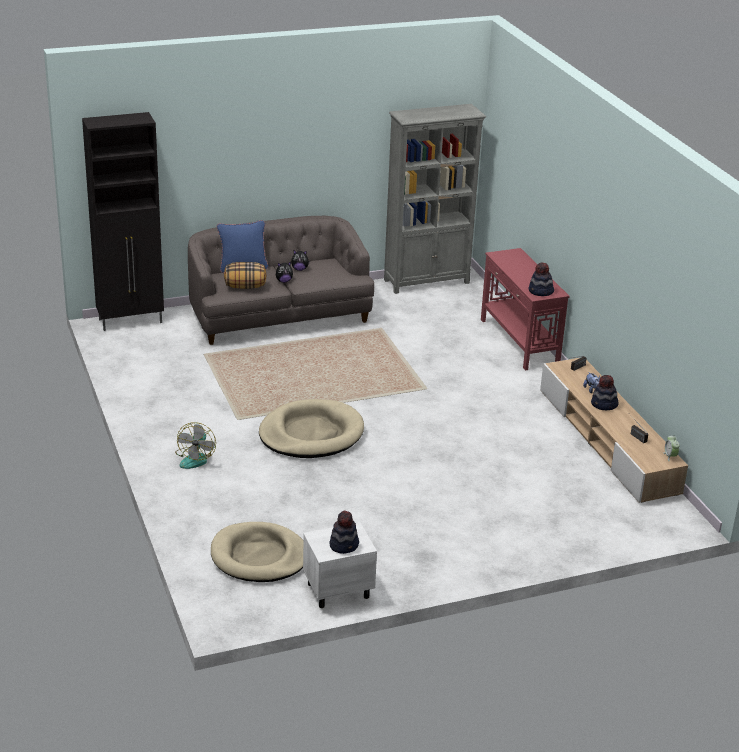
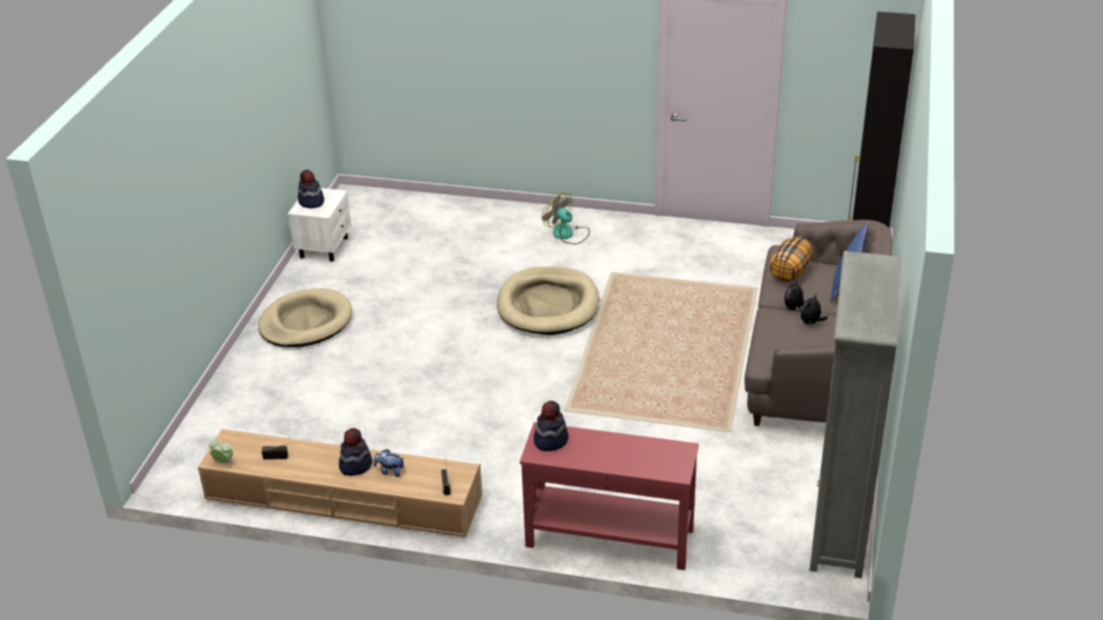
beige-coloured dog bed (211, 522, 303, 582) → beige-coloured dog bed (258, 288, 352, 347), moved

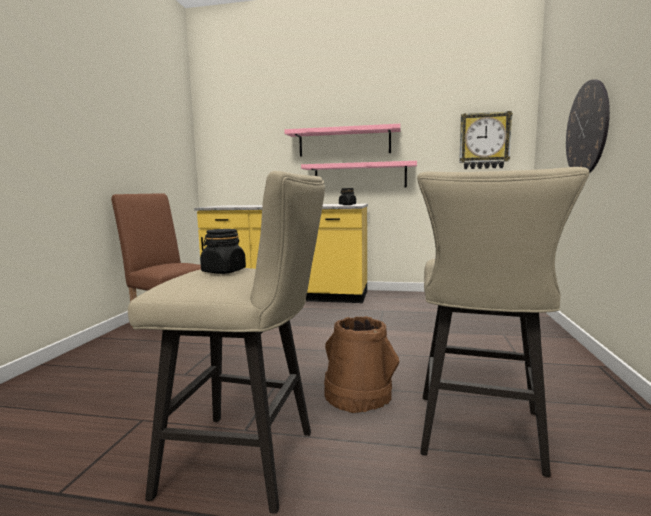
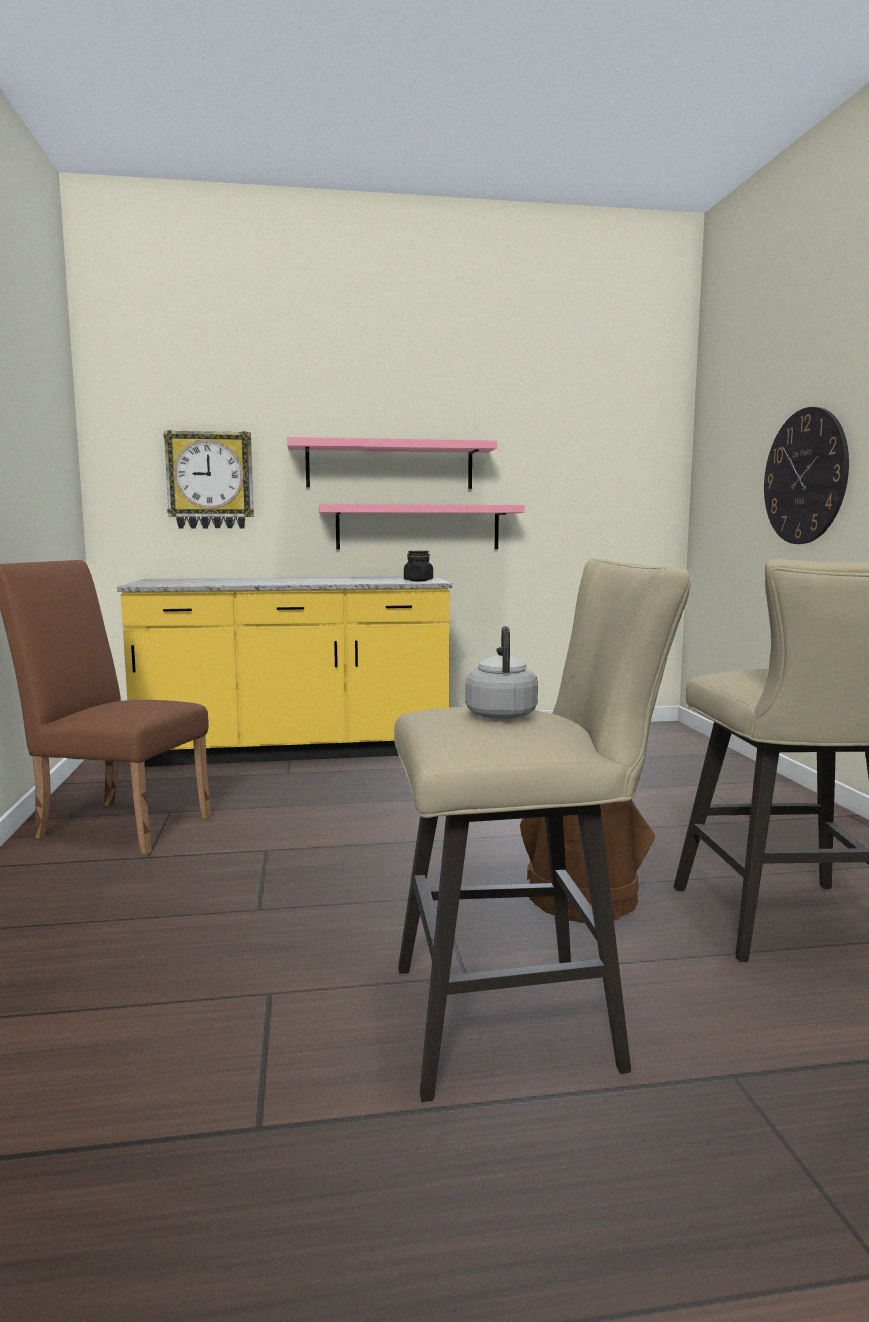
blackish preserve jar (200, 229, 246, 274) → greyish kettle (465, 626, 538, 720)
clock on the wall (459, 111, 513, 169) → clock on the wall (163, 430, 254, 528), moved

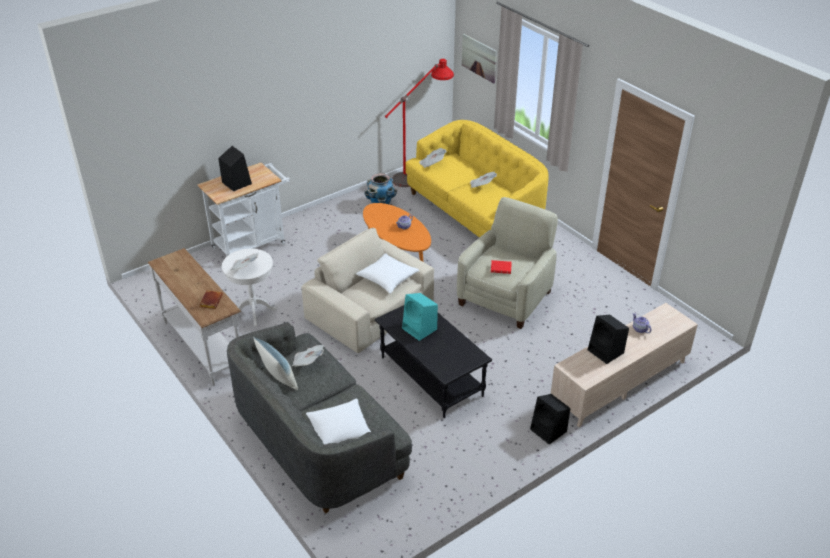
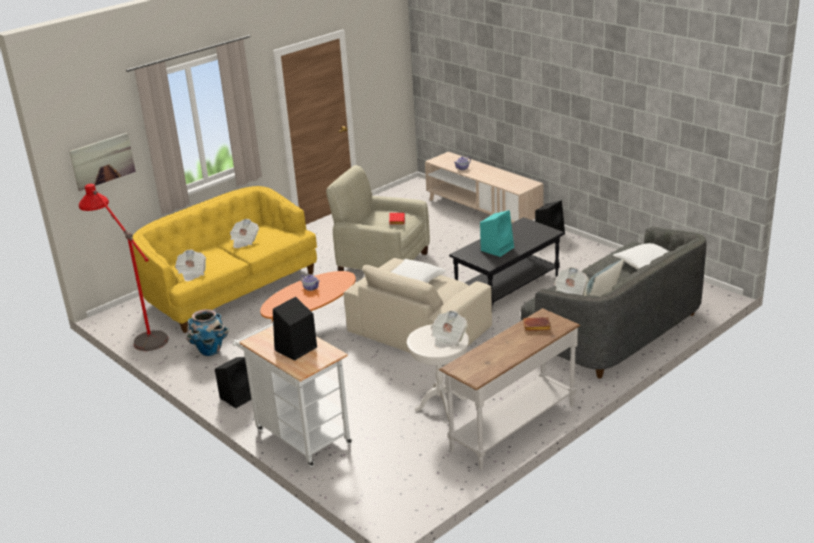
blackish audio speaker (588, 315, 629, 364) → blackish audio speaker (215, 357, 252, 408), moved

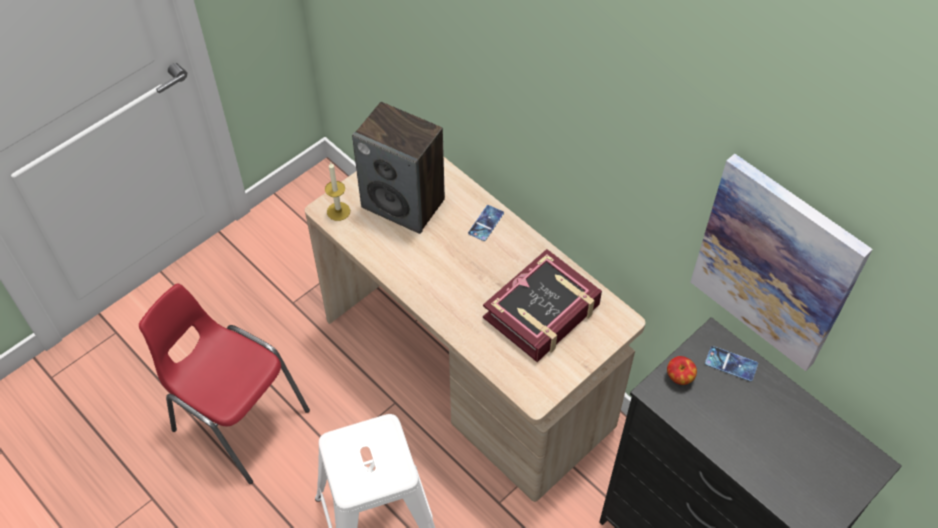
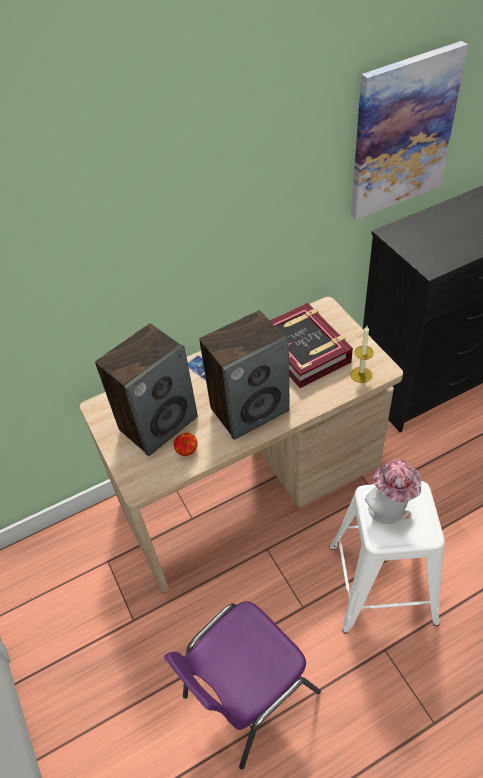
red-coloured upright chair (139, 283, 310, 484) → purple upright chair (164, 601, 321, 769)
wax candle (325, 163, 350, 221) → wax candle (350, 326, 374, 383), moved
whole apple (667, 356, 697, 385) → whole apple (174, 433, 198, 456), moved
phone (705, 346, 758, 381) → -
- → audio speaker (199, 310, 290, 440)
- → wearable hat (365, 459, 421, 524)

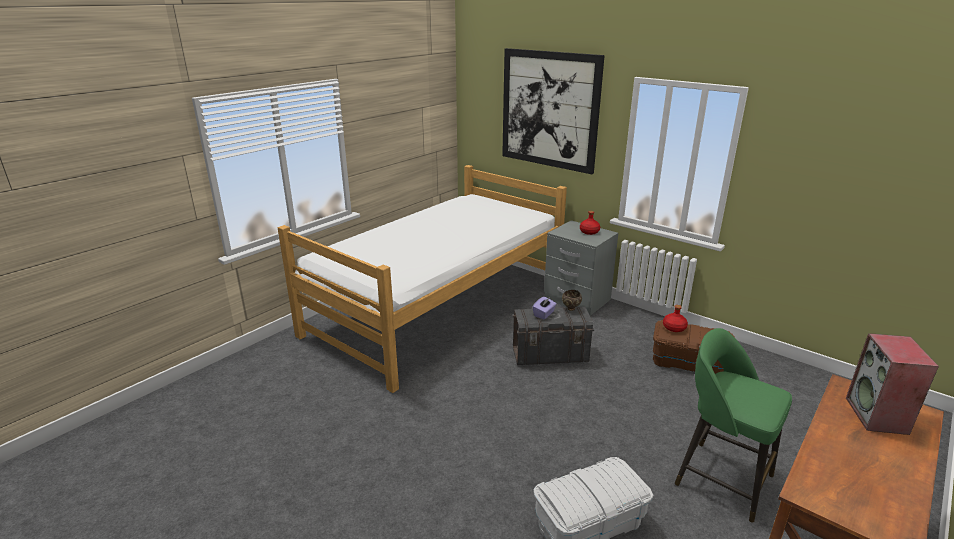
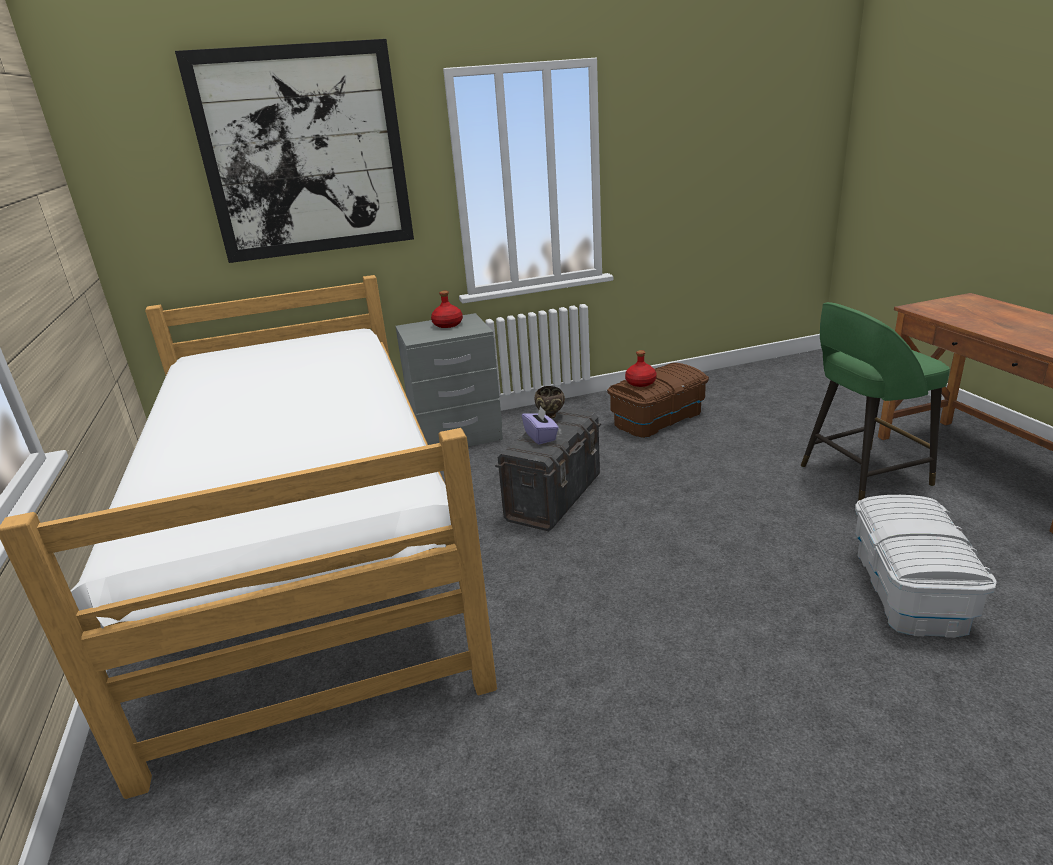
audio speaker (846, 333, 939, 435) → -

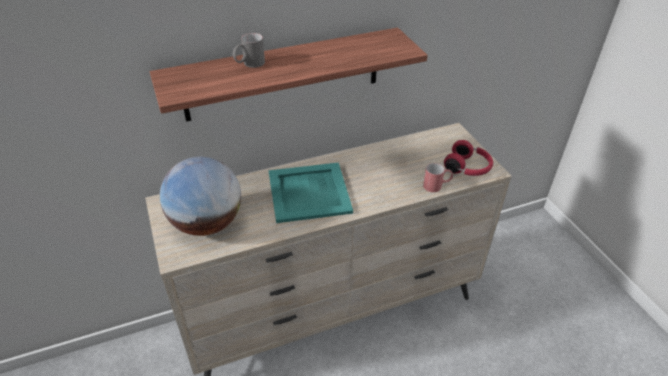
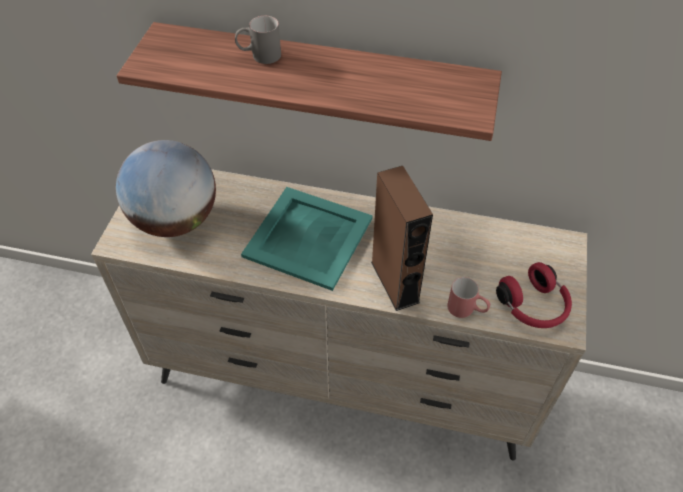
- → brown audio speaker (371, 166, 433, 311)

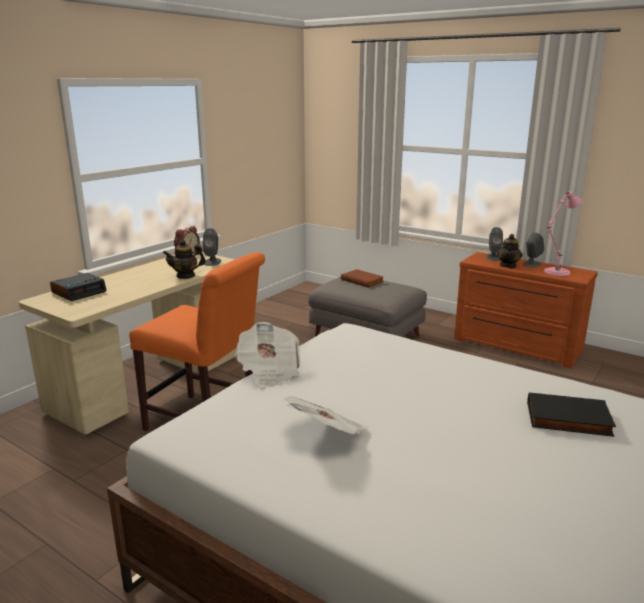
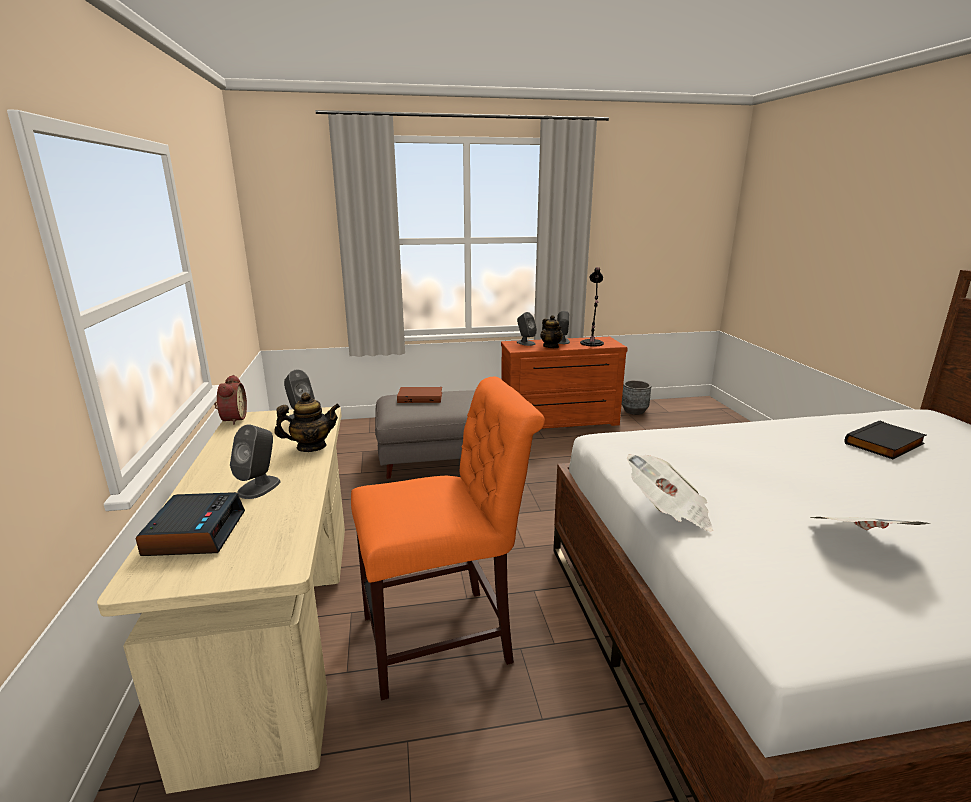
pot for tea (163, 240, 206, 279) → pot for tea (275, 392, 340, 452), 135 degrees counterclockwise
pinkish lamp for a table (544, 191, 581, 276) → blackish lamp for a table (580, 267, 604, 347)
- → greyish audio speaker (230, 424, 280, 499)
- → greyish planter (622, 380, 651, 415)

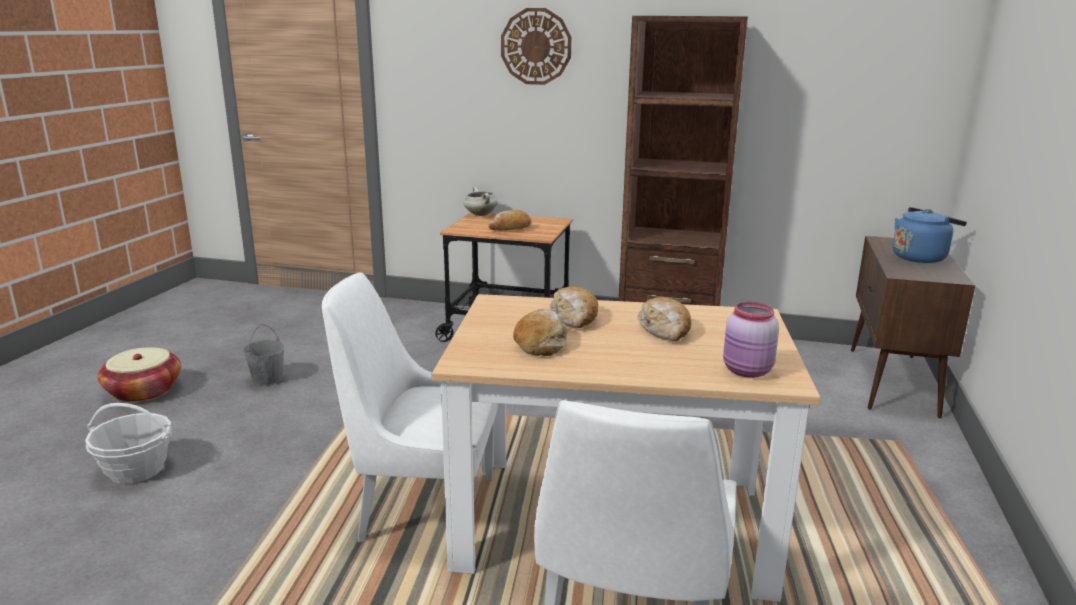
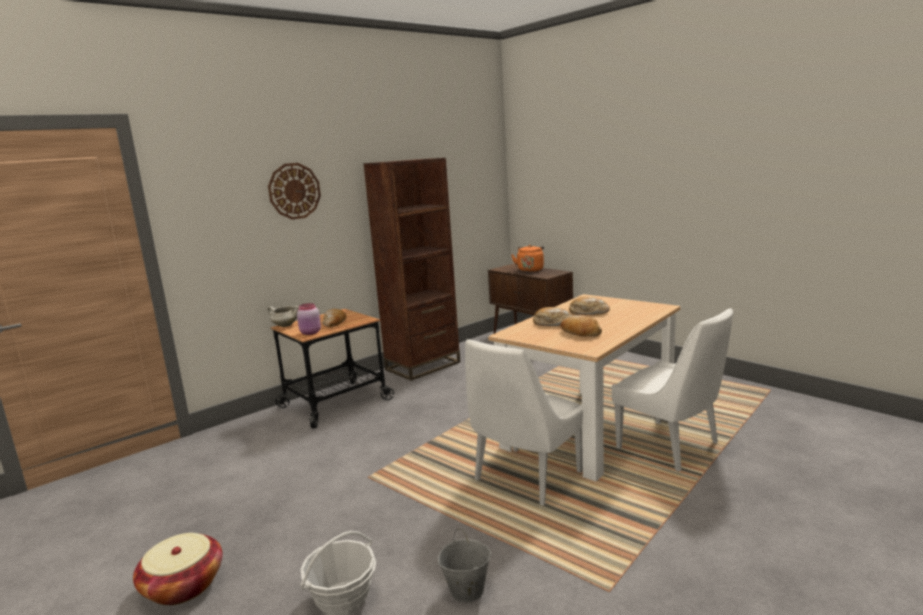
greyish water bucket (242, 324, 285, 386) → greyish water bucket (438, 529, 491, 603), moved
pinkish preserve jar (723, 302, 779, 378) → pinkish preserve jar (297, 303, 321, 335), moved
bluish kettle (893, 207, 967, 263) → orangey kettle (511, 245, 544, 272)

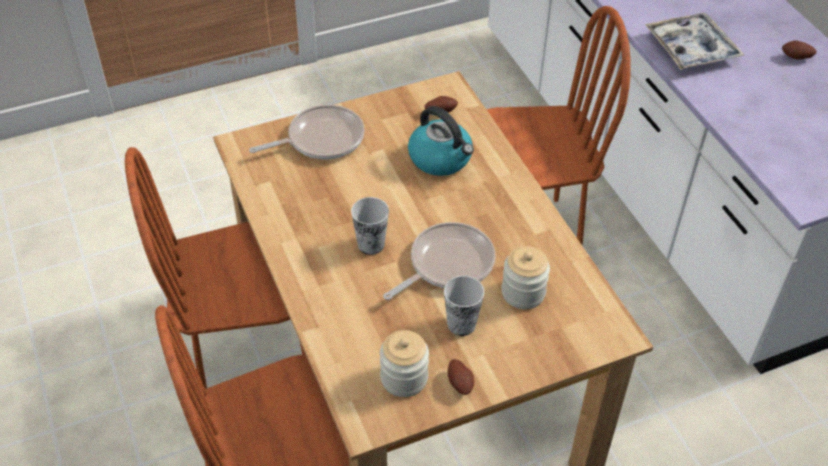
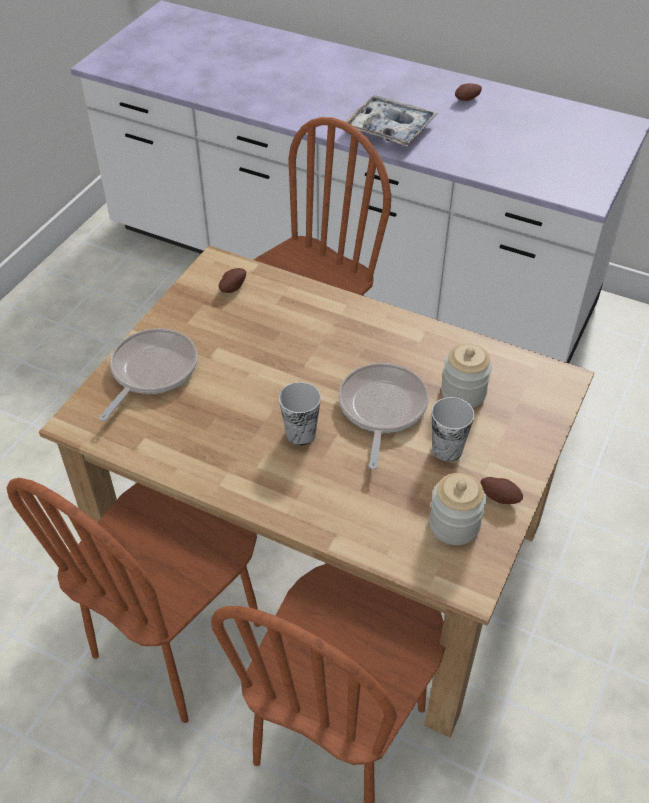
kettle (408, 106, 474, 176) → -

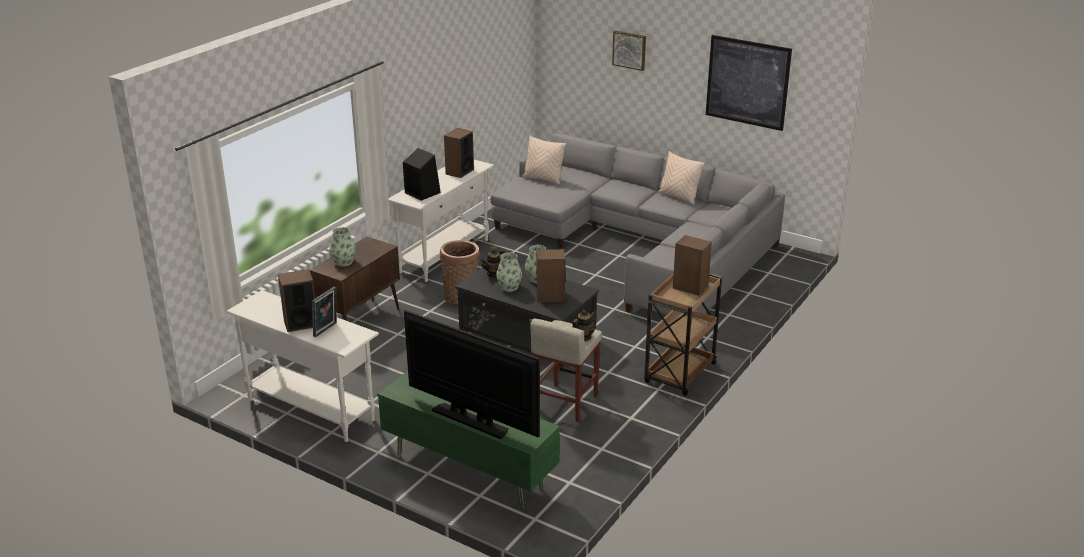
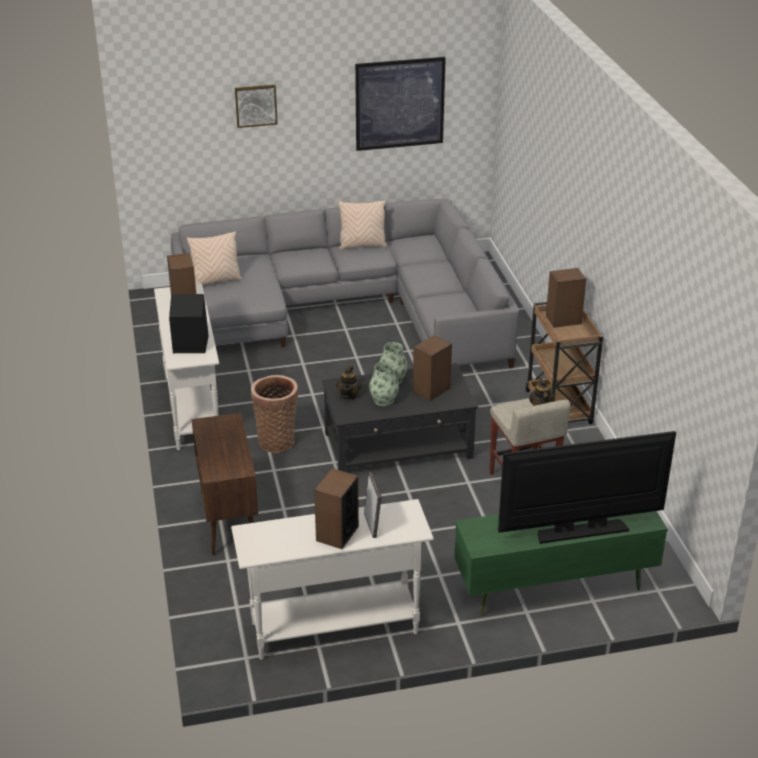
vase (330, 227, 356, 266) → -

